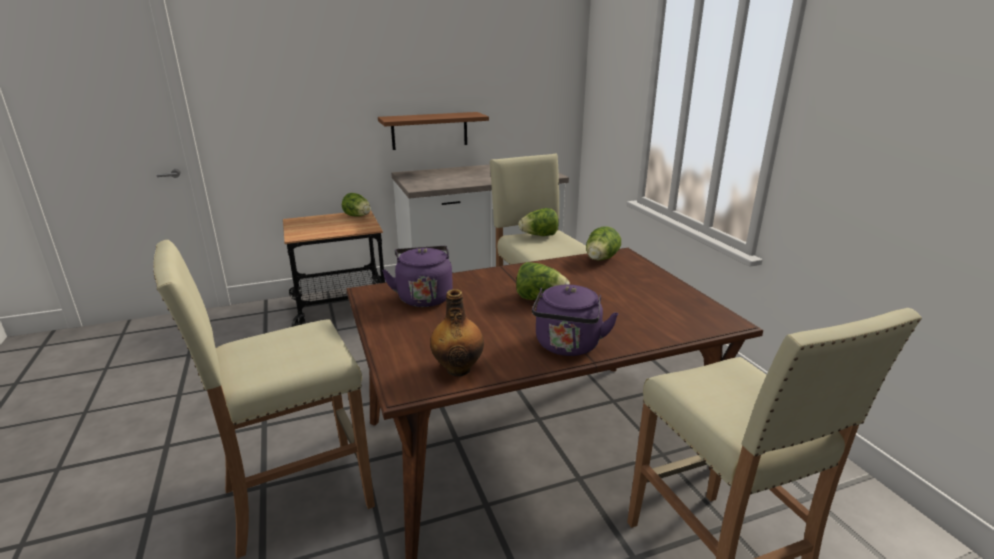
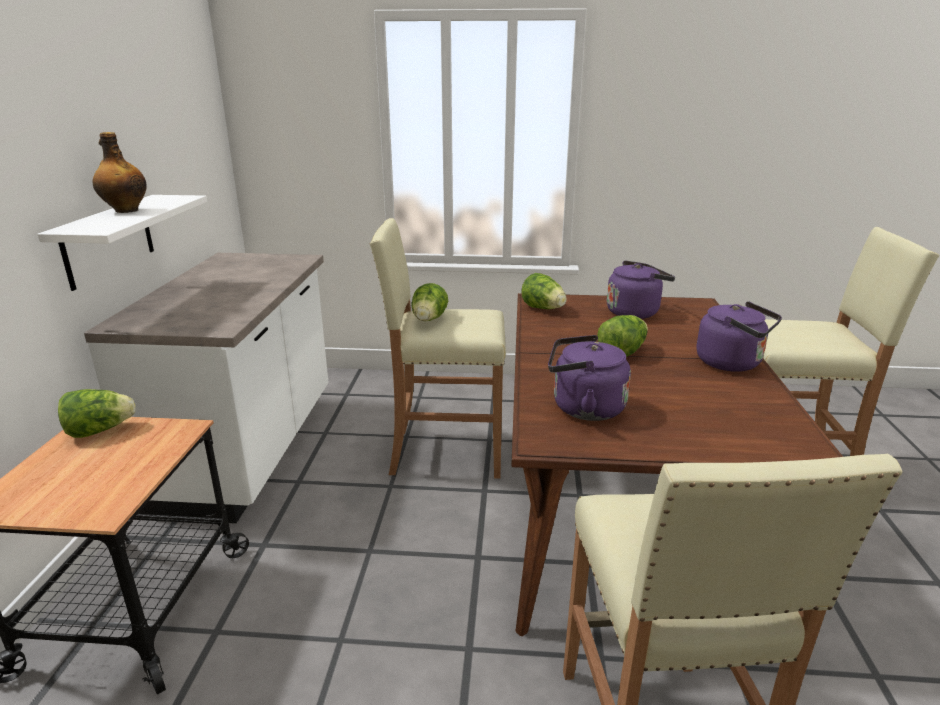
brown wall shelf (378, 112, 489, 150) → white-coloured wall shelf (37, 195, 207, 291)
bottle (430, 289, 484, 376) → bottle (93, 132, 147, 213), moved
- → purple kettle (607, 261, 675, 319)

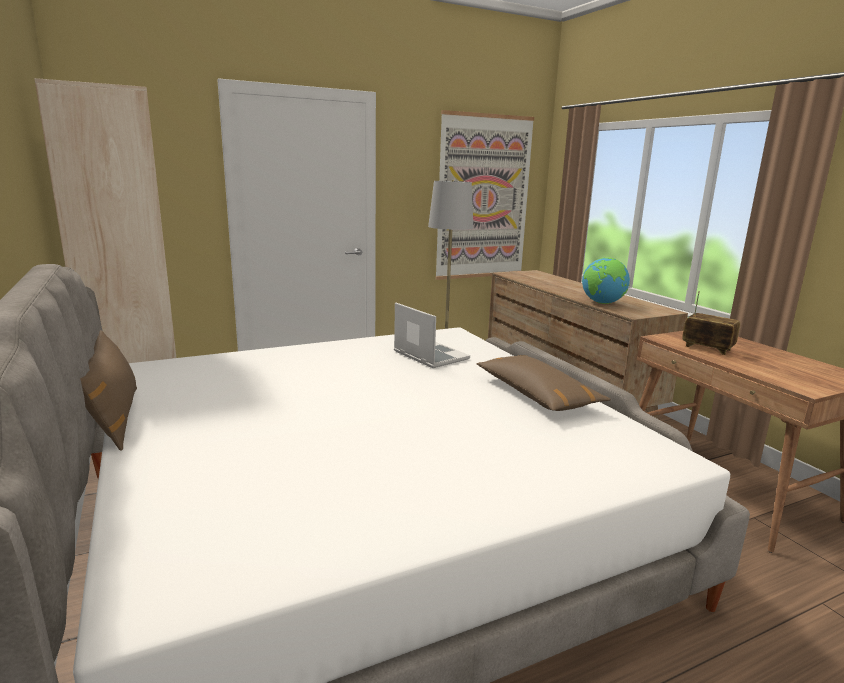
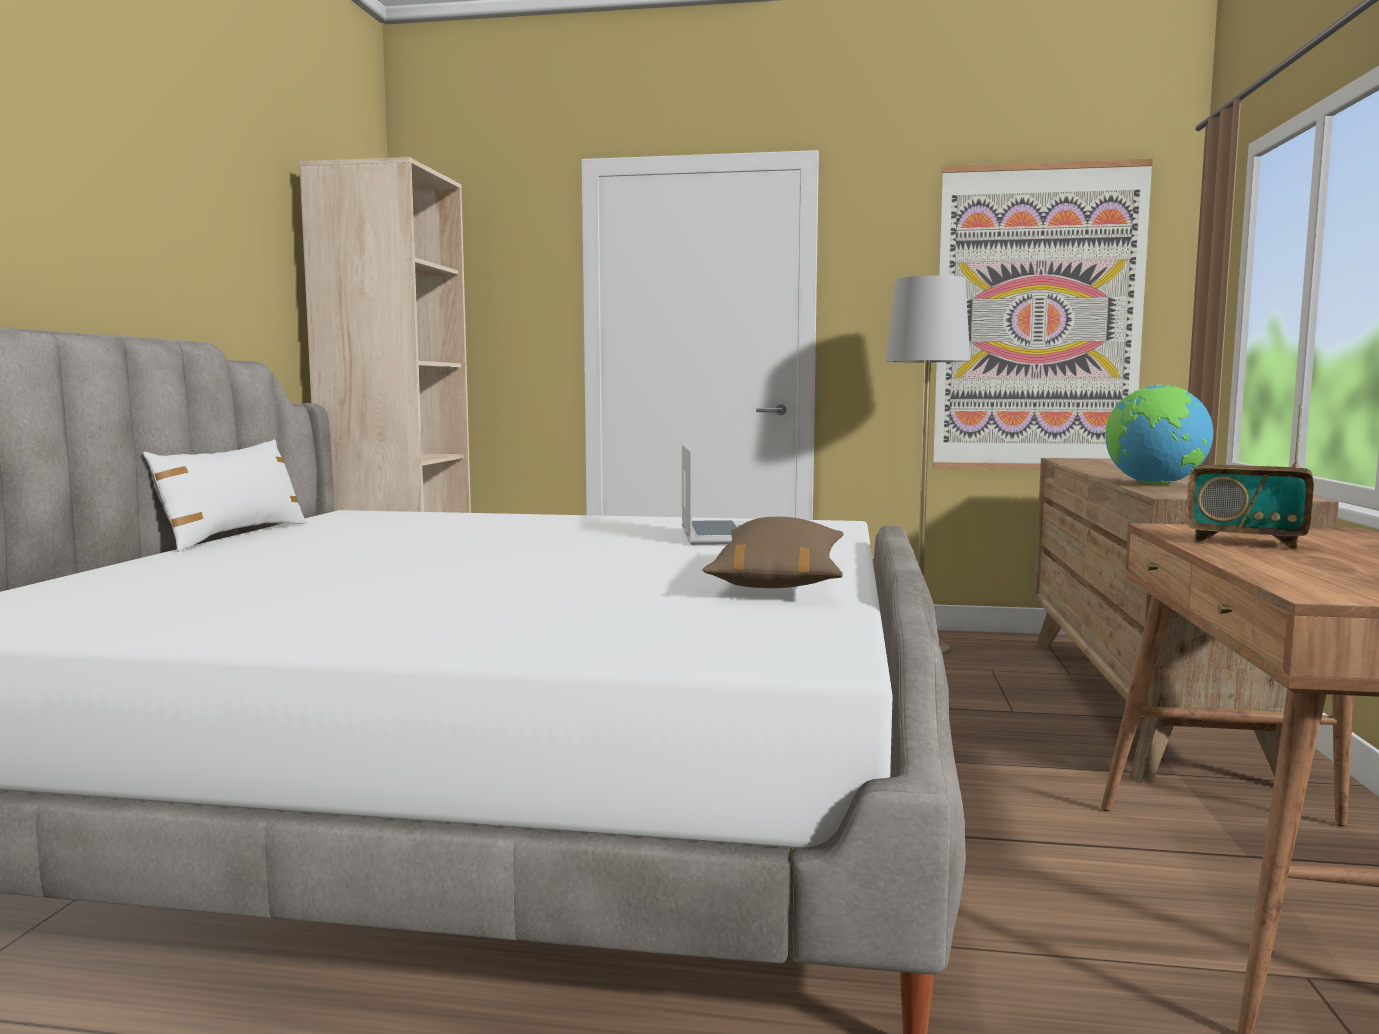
brown pillow (80, 330, 137, 451) → white-coloured pillow (143, 439, 307, 552)
radio set (682, 291, 740, 355) → radio set (1186, 405, 1314, 549), 135 degrees clockwise

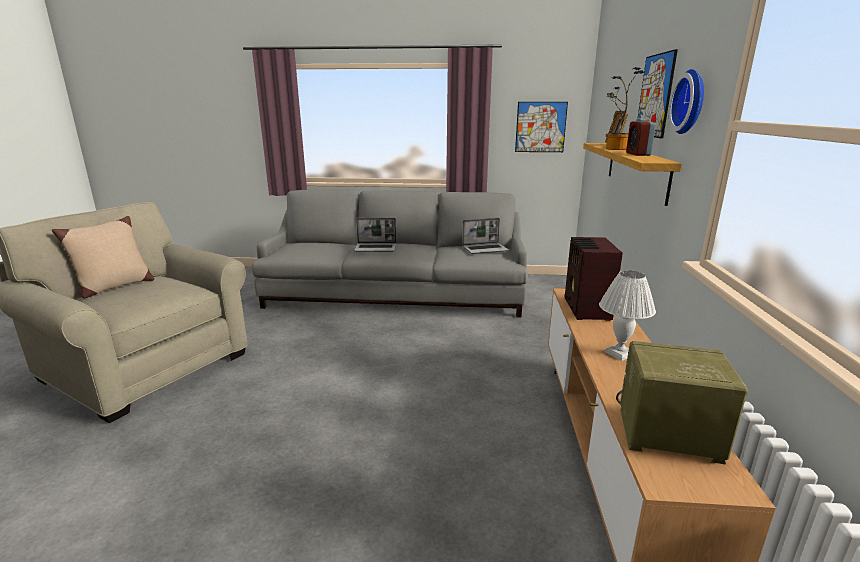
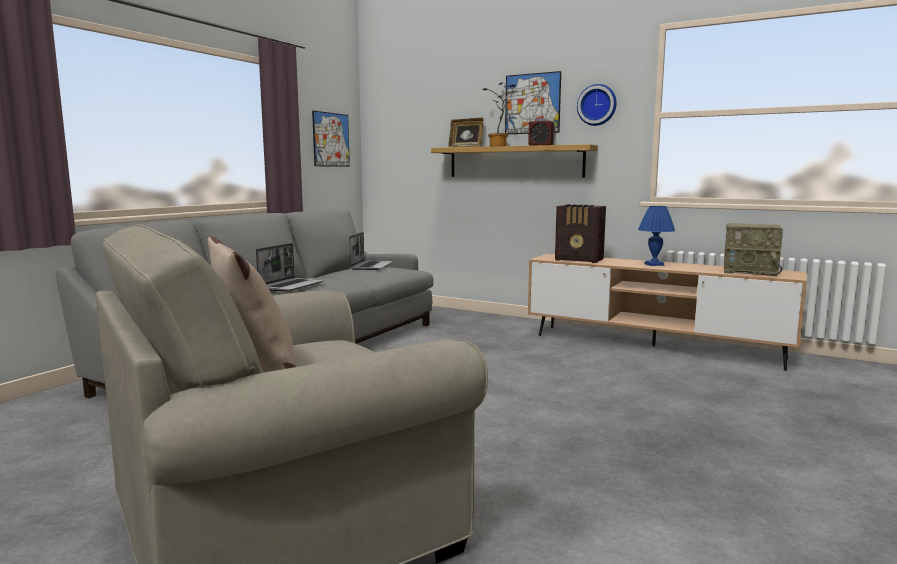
white-coloured lamp for a table (599, 270, 656, 361) → bluish lamp for a table (638, 206, 675, 266)
radio set (616, 341, 748, 464) → radio set (724, 223, 783, 276), 105 degrees counterclockwise

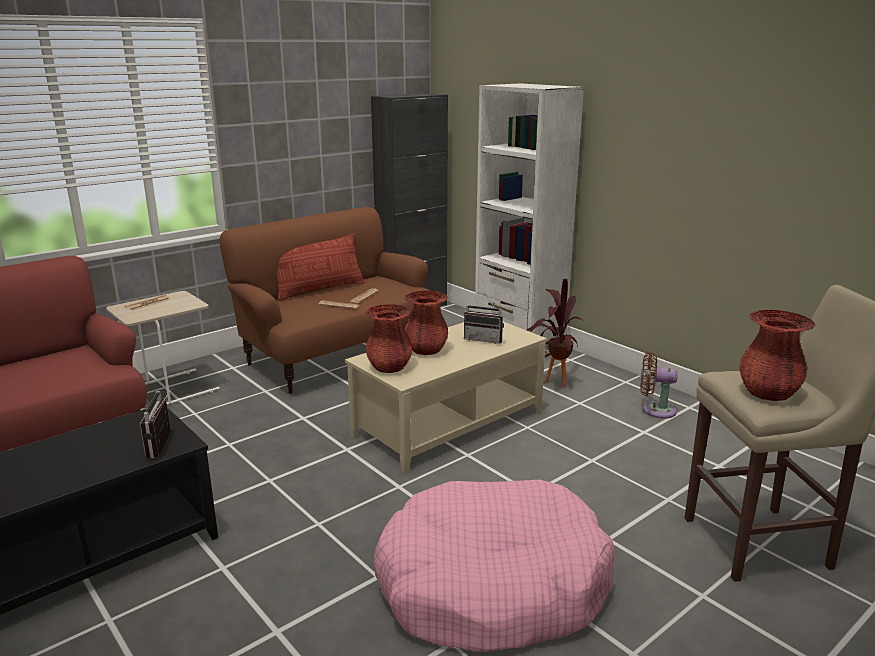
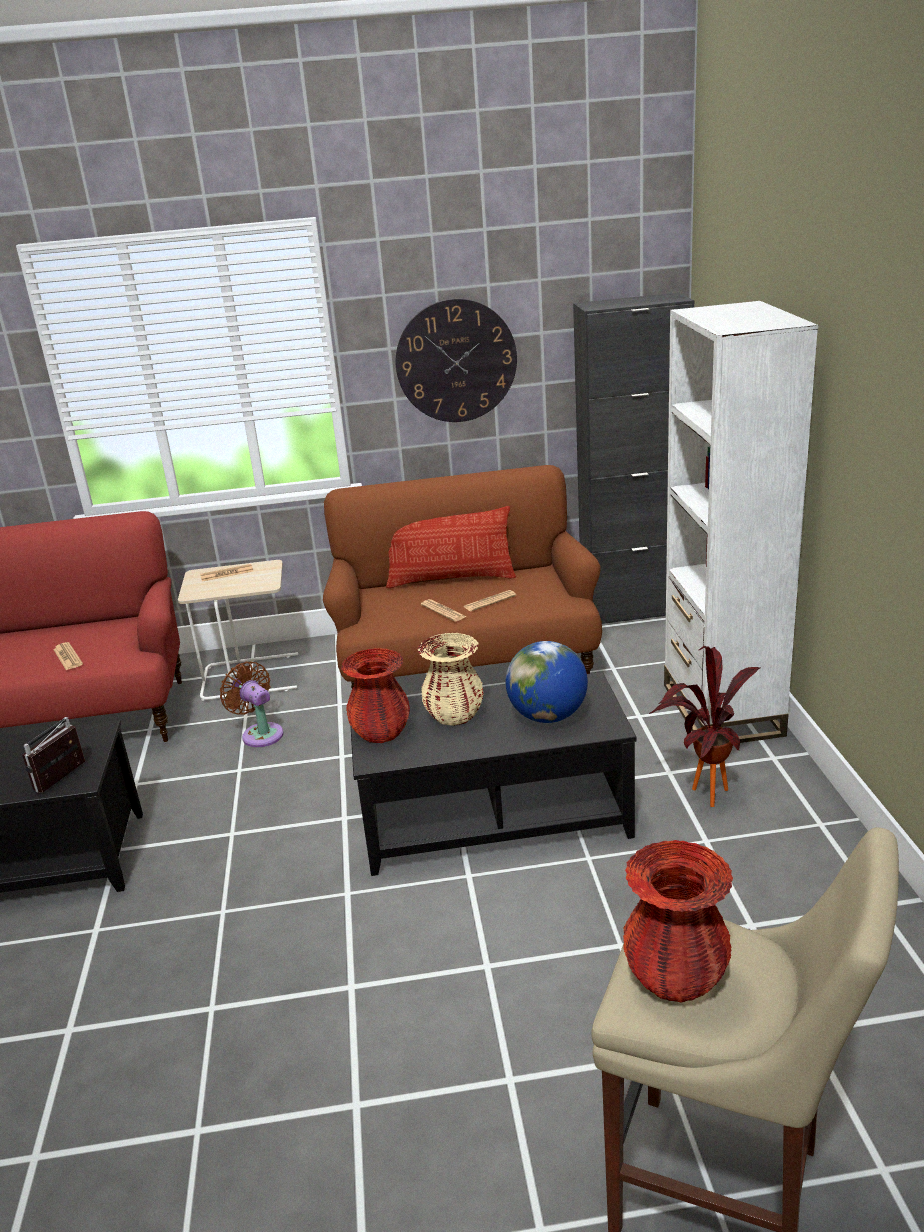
beige-coloured low table (345, 322, 547, 473) → blackish low table (350, 672, 637, 876)
pinkish dog bed (373, 479, 616, 653) → -
red-coloured vase (405, 291, 448, 355) → beige-coloured vase (418, 633, 483, 726)
radio set (464, 293, 504, 344) → desk globe (506, 641, 588, 723)
brown electric fan (640, 352, 678, 419) → brown electric fan (220, 661, 284, 747), moved
- → newspaper (53, 642, 83, 670)
- → clock on the wall (396, 298, 517, 422)

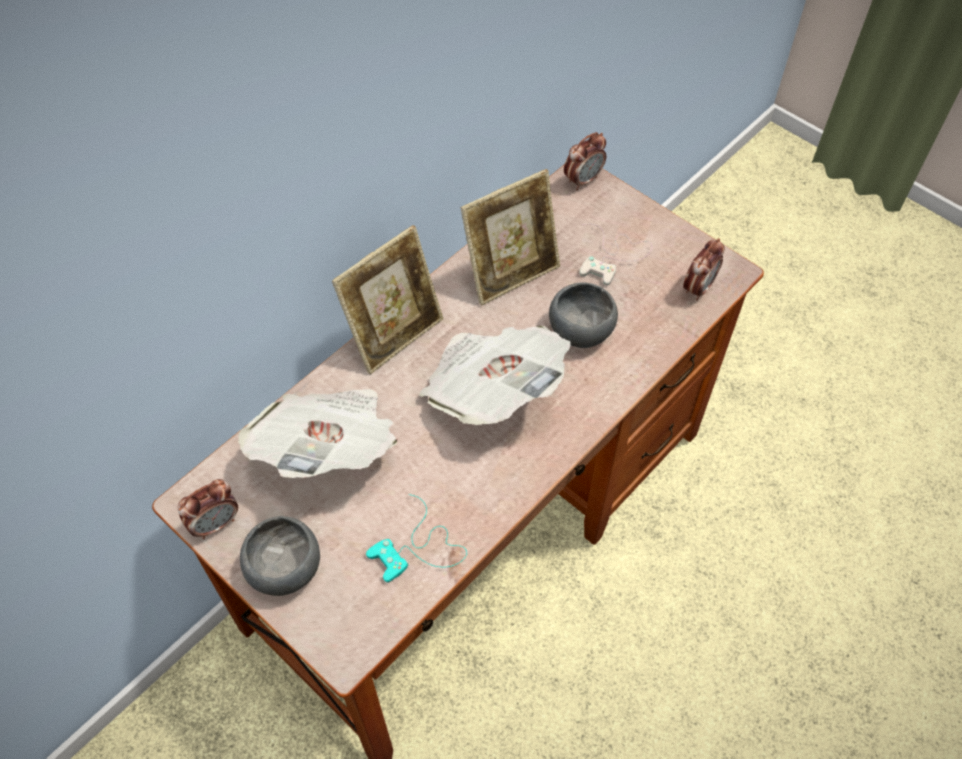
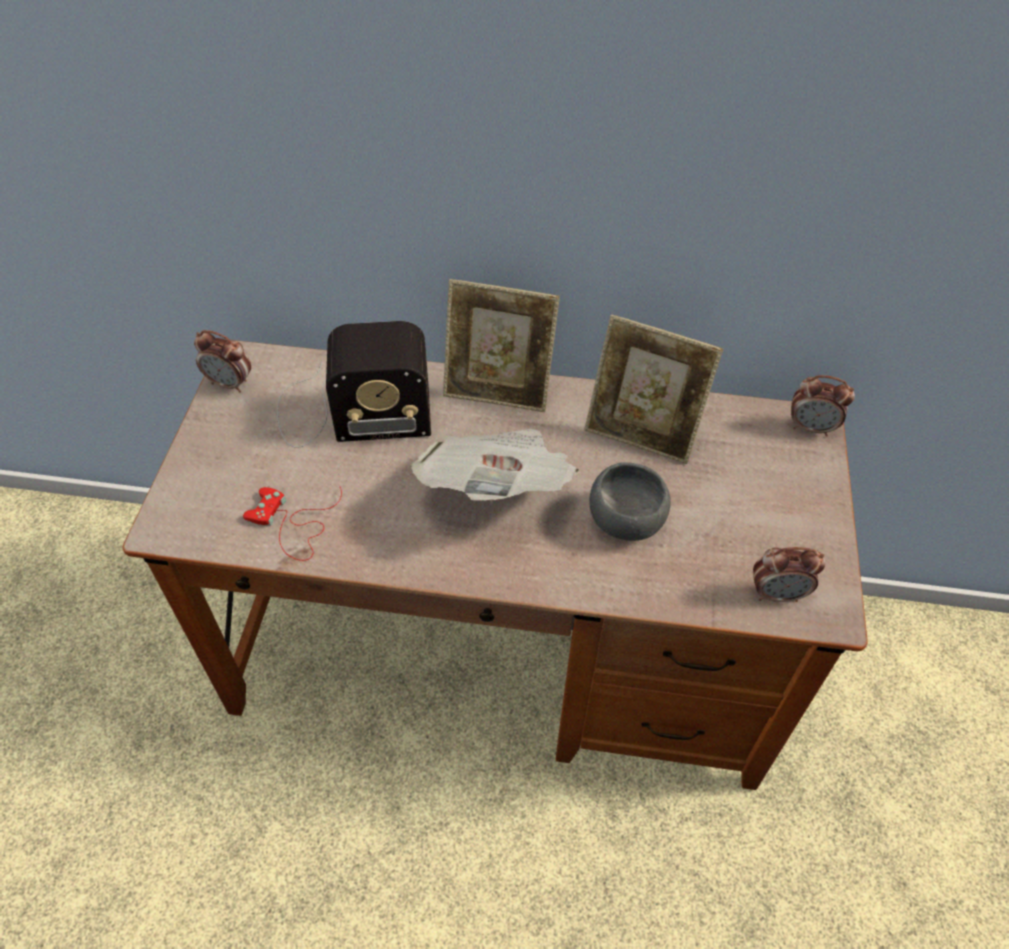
newspaper (238, 388, 397, 478) → radio set (277, 321, 431, 448)
greyish serving bowl (240, 516, 320, 596) → -
turquoise gamepad (366, 494, 467, 582) → red-coloured gamepad (243, 486, 342, 561)
white-coloured gamepad (579, 224, 652, 285) → -

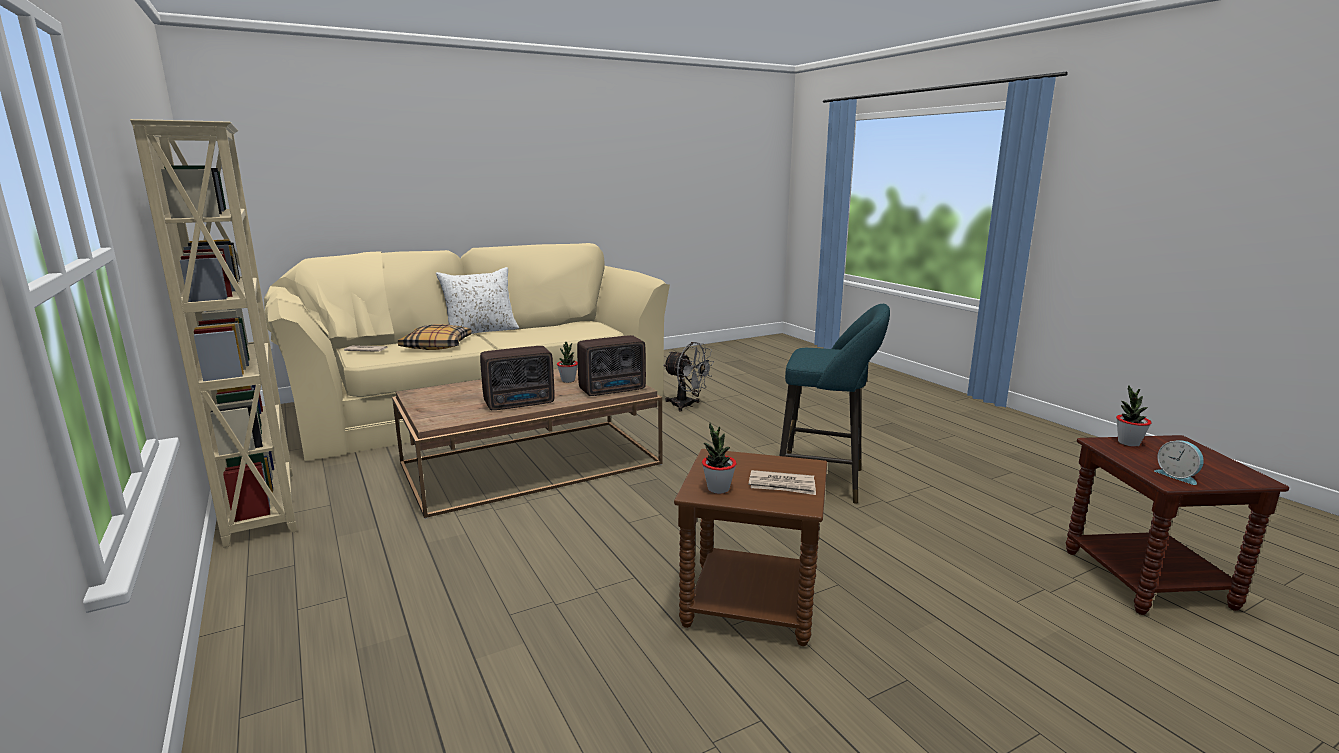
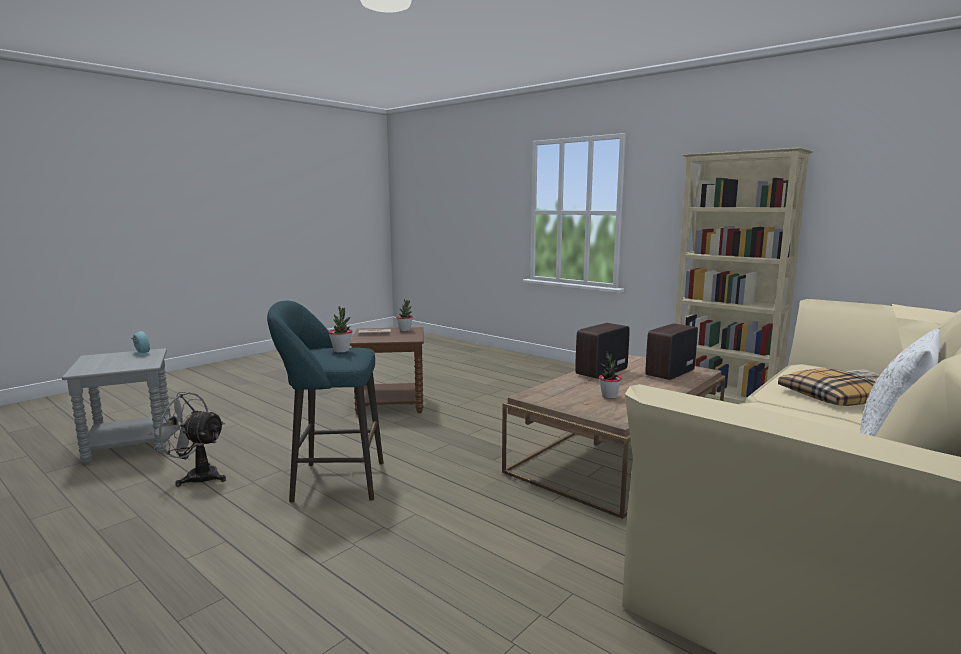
radio set (577, 335, 646, 396) → radio set (645, 324, 698, 380), moved
greyish electric fan (663, 342, 714, 411) → greyish electric fan (148, 392, 226, 487), moved
brown end table (1066, 435, 1289, 615) → greyish end table (62, 348, 171, 465)
houseplant (1116, 385, 1152, 447) → houseplant (329, 307, 352, 353), moved

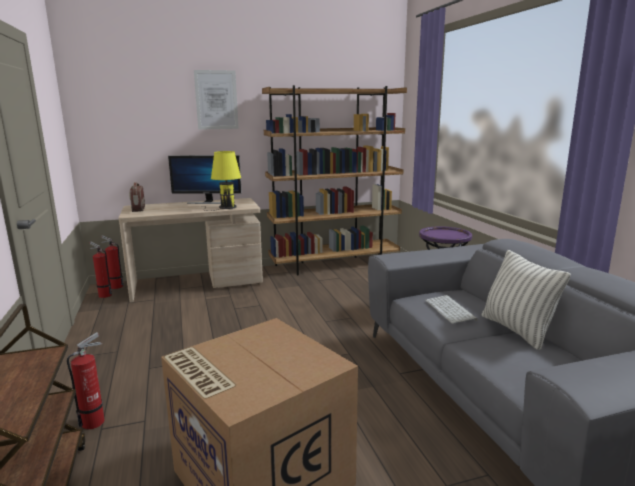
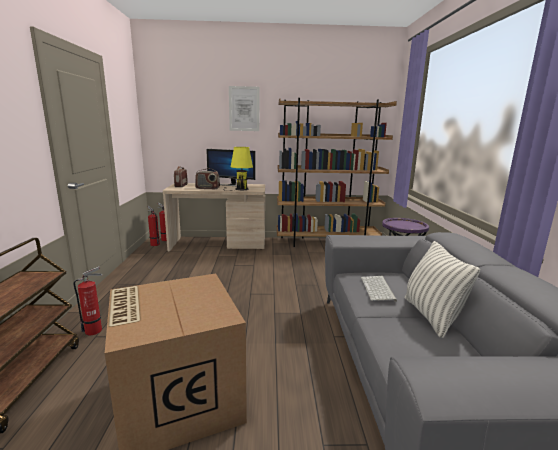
- → radio set (195, 168, 220, 189)

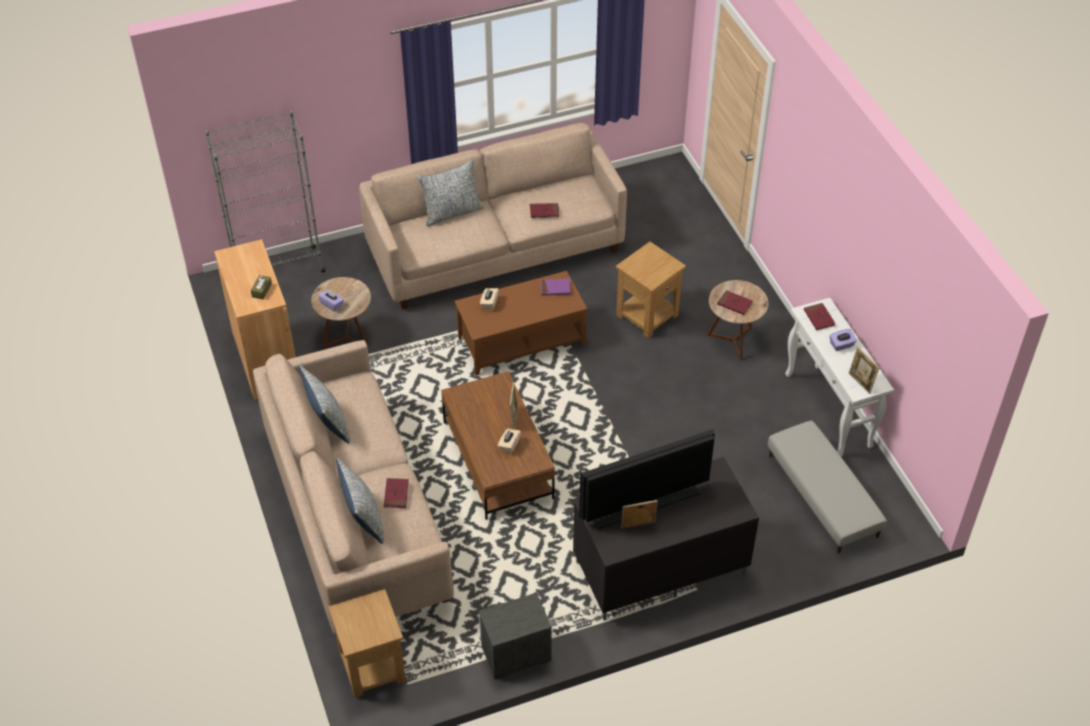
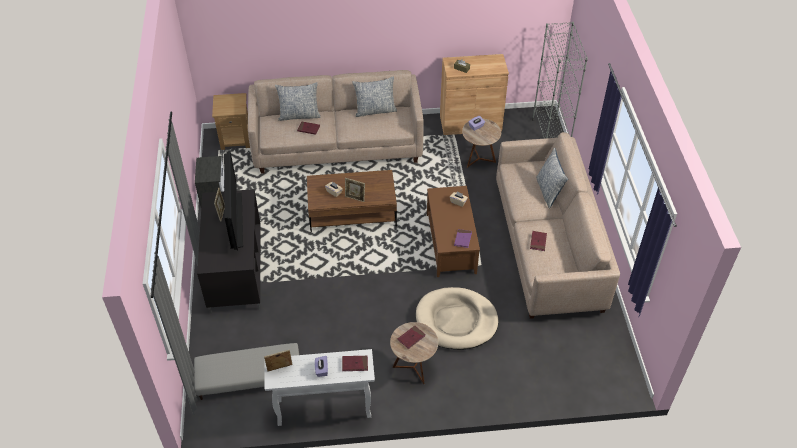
brown end table (616, 242, 686, 338) → beige-coloured dog bed (416, 287, 498, 350)

